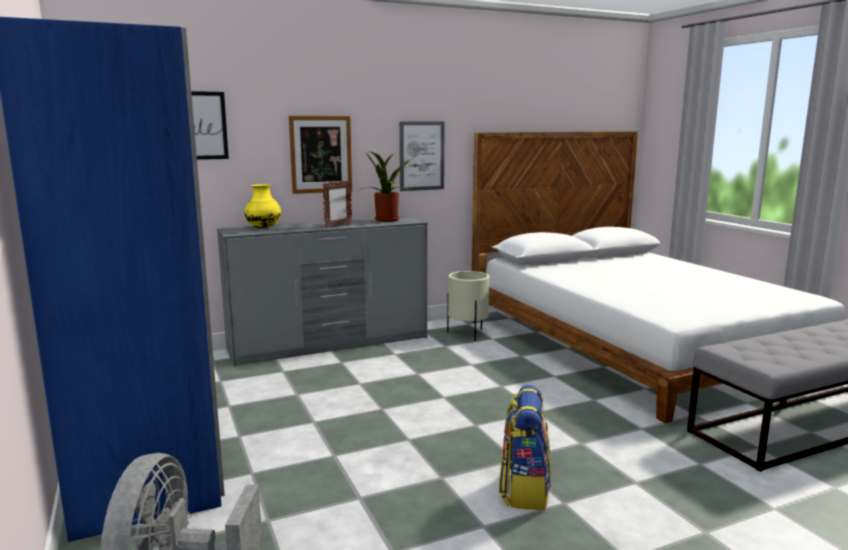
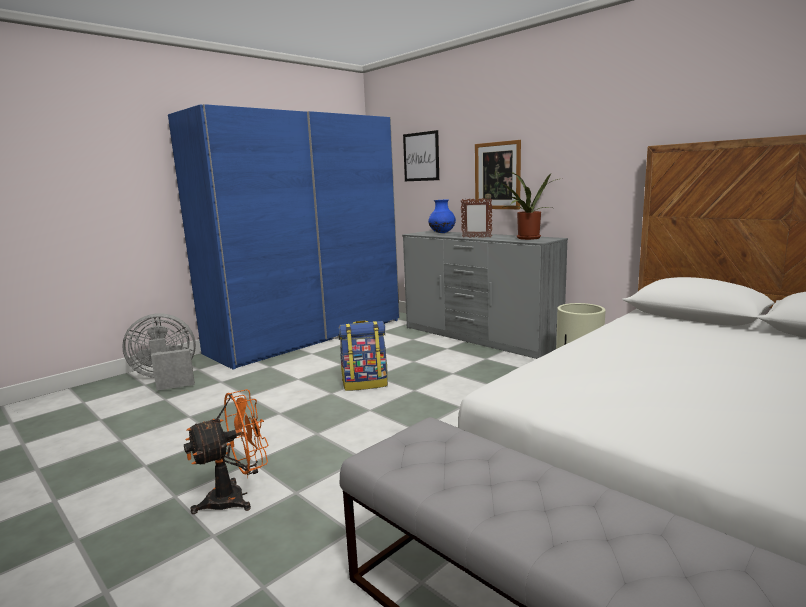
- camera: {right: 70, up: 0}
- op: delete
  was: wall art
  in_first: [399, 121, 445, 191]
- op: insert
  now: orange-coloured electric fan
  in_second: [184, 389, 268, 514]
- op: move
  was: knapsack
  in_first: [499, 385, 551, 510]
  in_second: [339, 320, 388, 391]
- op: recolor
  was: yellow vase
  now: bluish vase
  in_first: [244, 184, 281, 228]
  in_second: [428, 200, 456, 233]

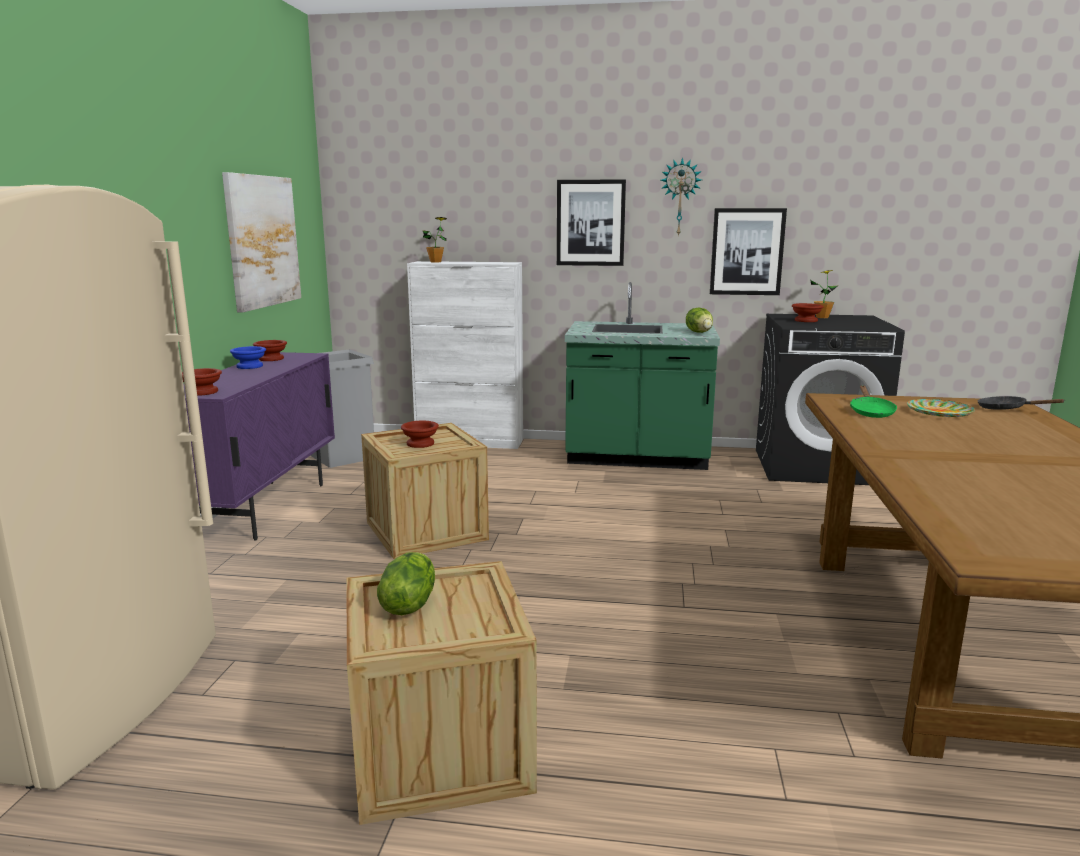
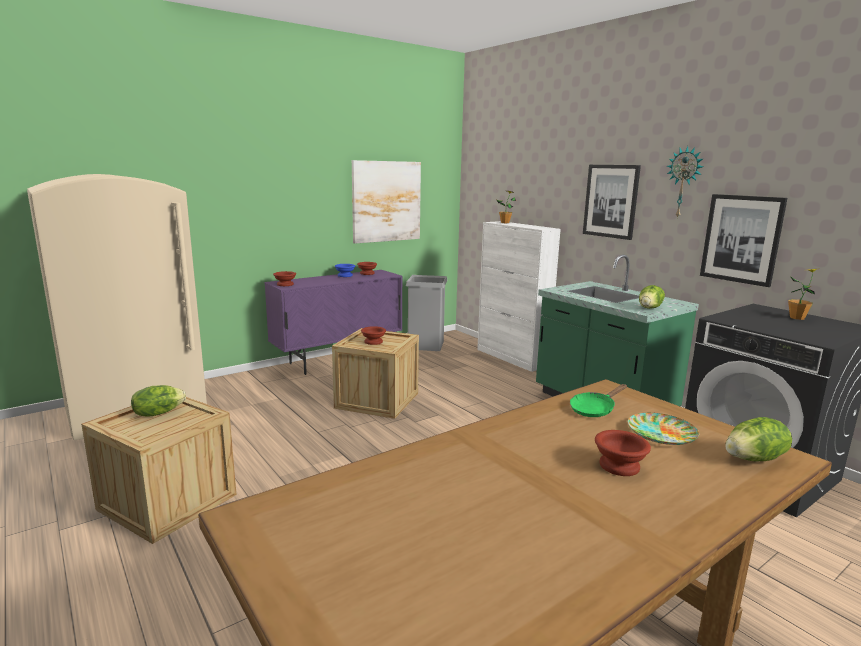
- camera: {right: 45, up: 0}
- op: move
  was: brownish serving bowl
  in_first: [792, 303, 824, 322]
  in_second: [595, 430, 651, 476]
- op: replace
  was: blackish skillet
  now: lettuce
  in_first: [978, 396, 1065, 410]
  in_second: [725, 417, 792, 462]

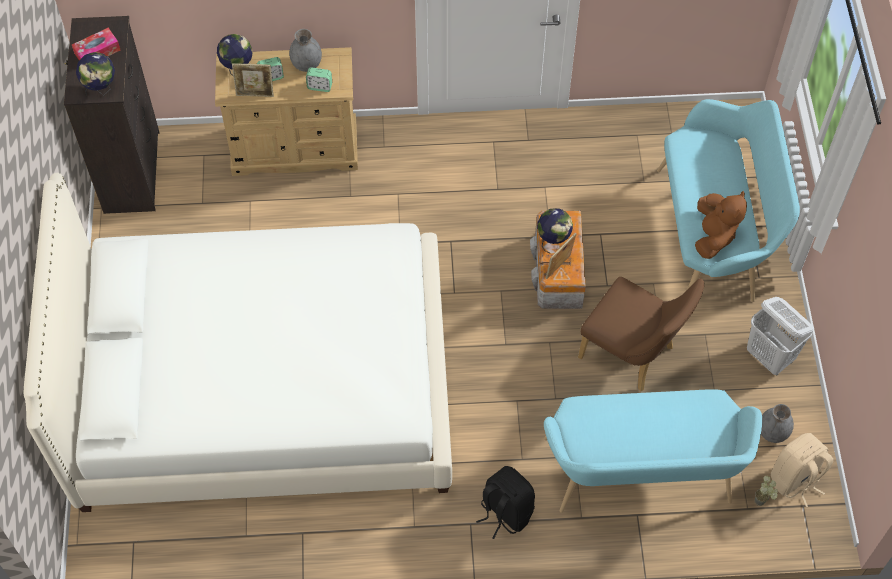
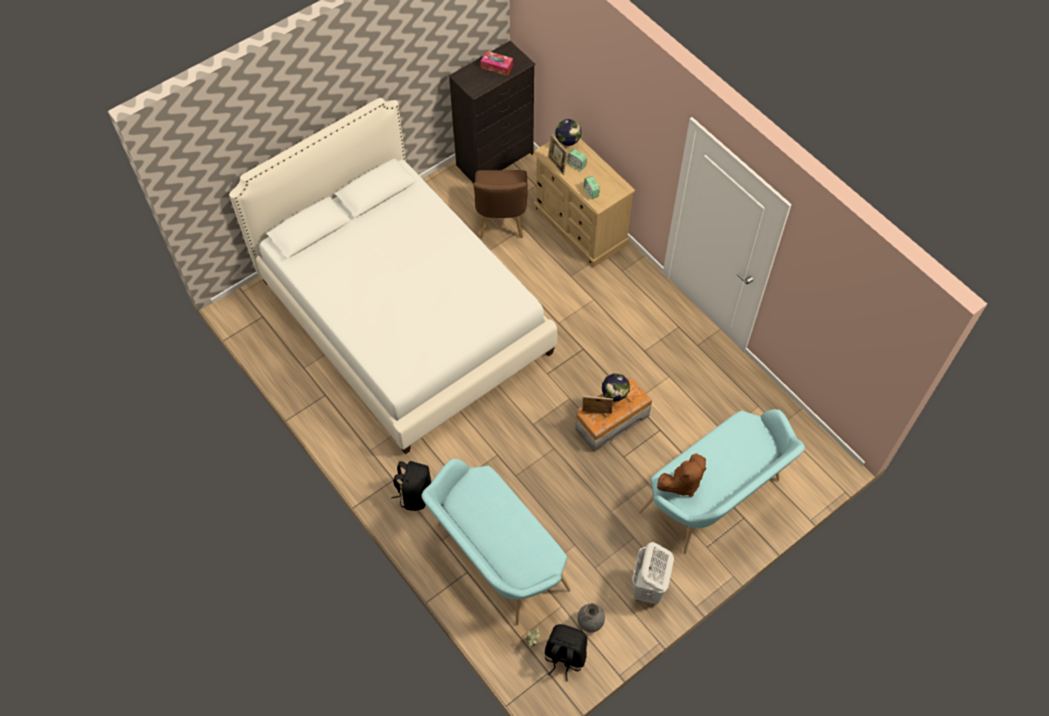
- camera: {right: 55, up: 0}
- op: delete
  was: world globe
  in_first: [76, 52, 115, 96]
- op: delete
  was: greyish vase
  in_first: [289, 29, 322, 72]
- op: move
  was: brownish upright chair
  in_first: [578, 277, 704, 392]
  in_second: [473, 170, 527, 238]
- op: recolor
  was: beige knapsack
  now: blackish knapsack
  in_first: [771, 433, 833, 507]
  in_second: [545, 624, 587, 682]

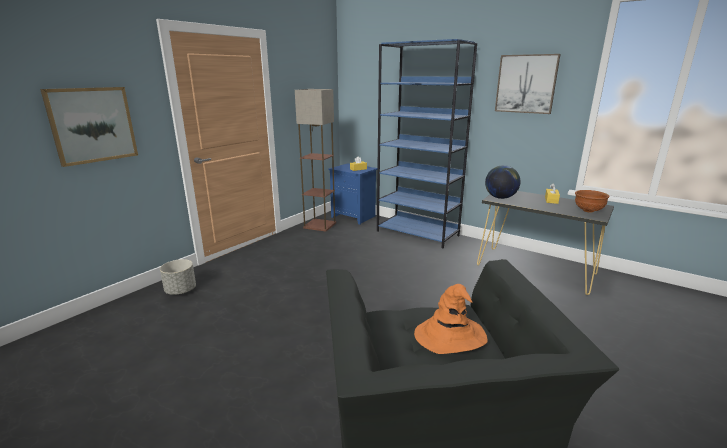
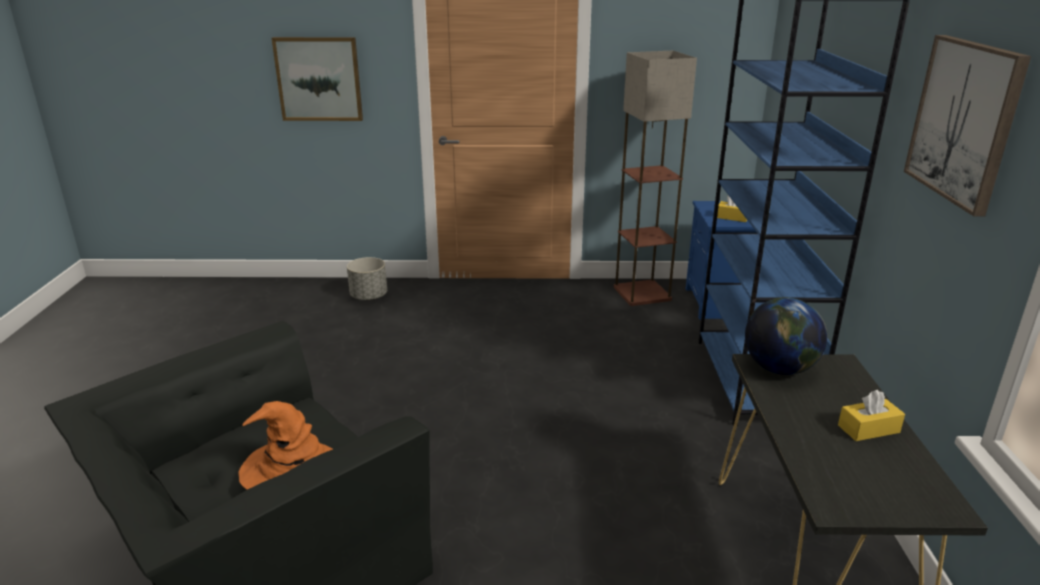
- camera: {right: 55, up: 5}
- op: delete
  was: brownish serving bowl
  in_first: [575, 190, 610, 213]

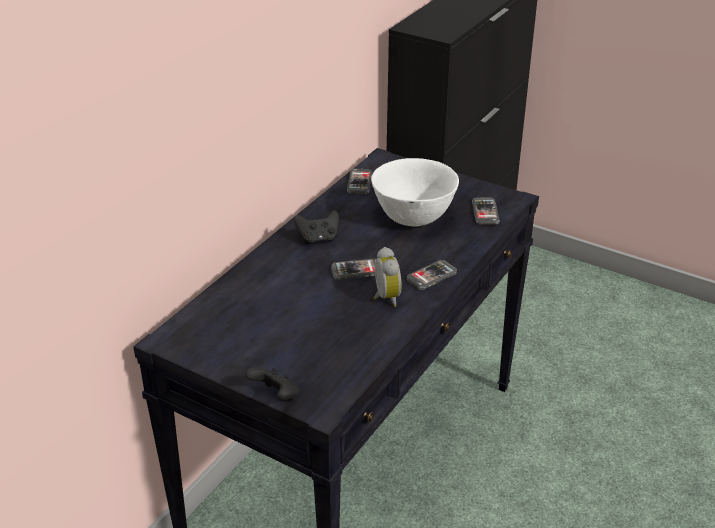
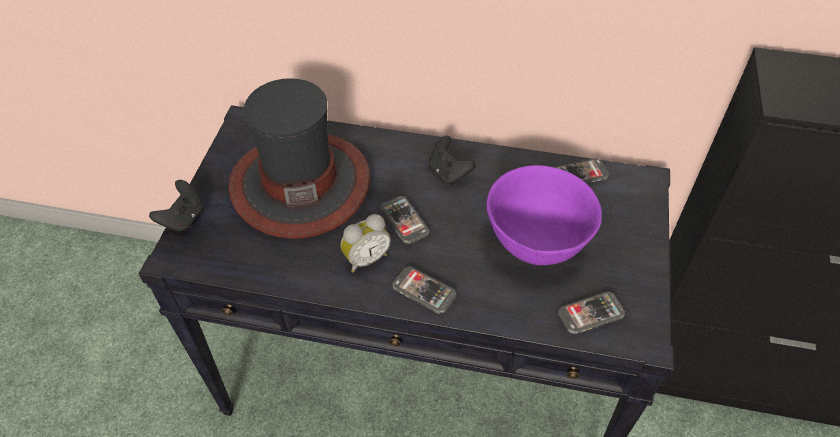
- camera: {right: 70, up: 15}
- op: insert
  now: wearable hat
  in_second: [228, 78, 370, 239]
- op: recolor
  was: white-coloured serving bowl
  now: purplish serving bowl
  in_first: [371, 158, 459, 226]
  in_second: [486, 165, 602, 265]

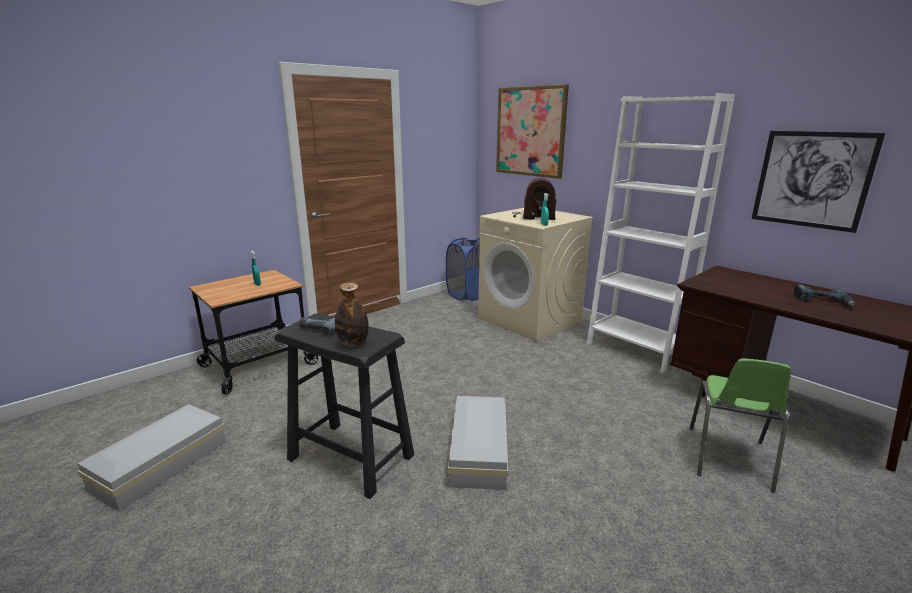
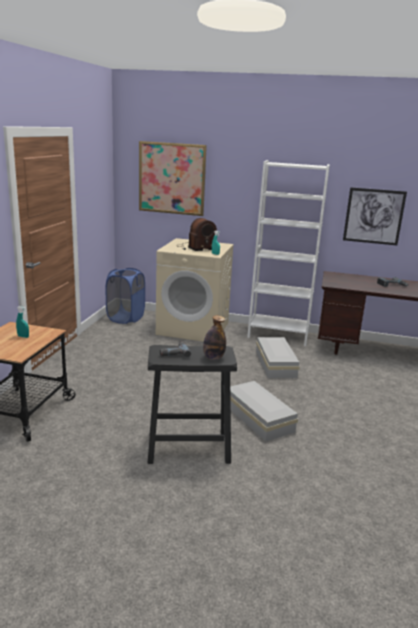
- camera: {right: -35, up: 0}
- op: delete
  was: greenish upright chair
  in_first: [689, 358, 792, 492]
- op: move
  was: white-coloured storage container
  in_first: [77, 404, 226, 511]
  in_second: [256, 337, 300, 378]

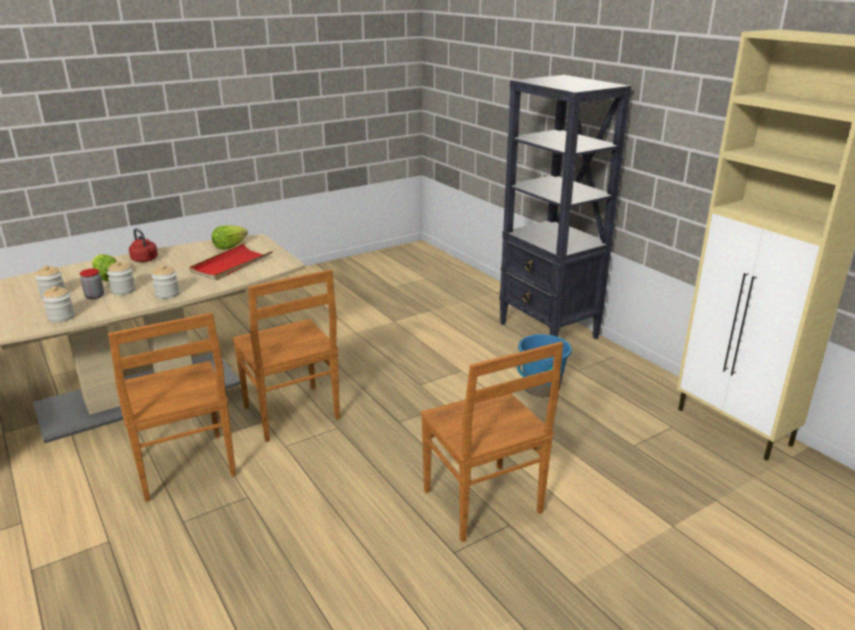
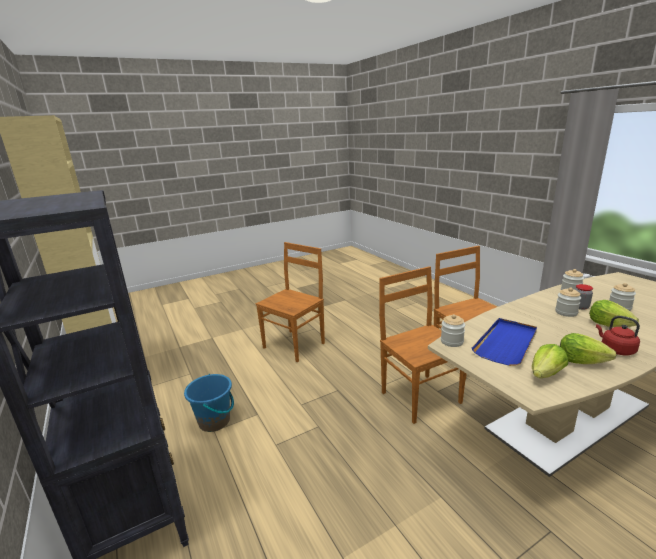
- camera: {right: -175, up: -5}
- op: insert
  now: lettuce
  in_second: [560, 333, 616, 364]
- op: move
  was: storage jar
  in_first: [152, 265, 180, 299]
  in_second: [441, 314, 465, 347]
- op: recolor
  was: red-coloured serving tray
  now: bluish serving tray
  in_first: [189, 243, 273, 280]
  in_second: [472, 318, 537, 366]
- op: rotate
  was: brownish upright chair
  in_first: [420, 342, 563, 542]
  in_second: [256, 242, 325, 362]
  clockwise: 60

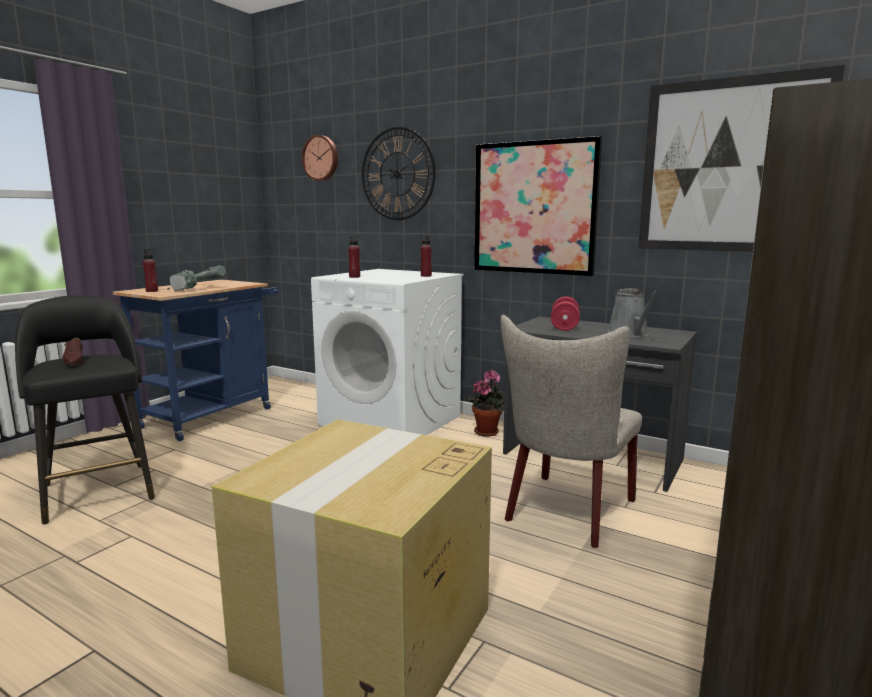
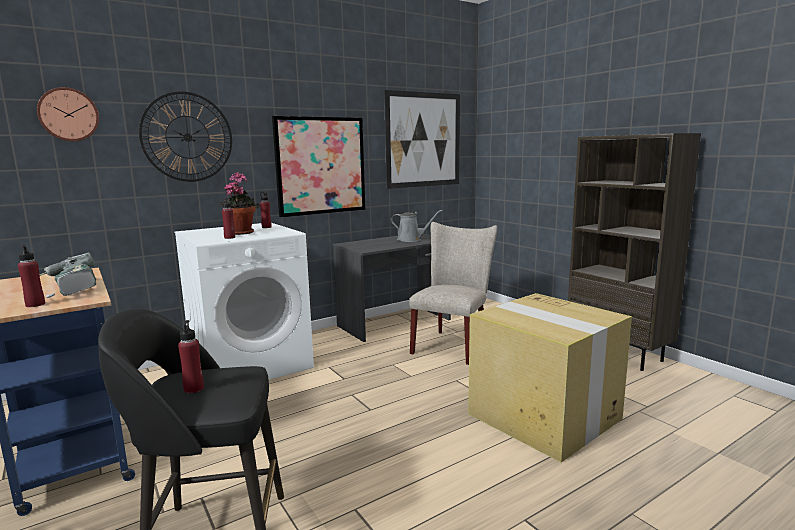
- camera: {right: -65, up: 0}
- op: delete
  was: red-coloured dumbbell
  in_first: [551, 296, 580, 331]
- op: move
  was: potted plant
  in_first: [467, 370, 505, 437]
  in_second: [220, 172, 259, 235]
- op: replace
  was: brownish low shoe
  now: red-coloured bottle
  in_first: [62, 338, 83, 365]
  in_second: [178, 320, 204, 393]
- op: rotate
  was: beige upright chair
  in_first: [501, 315, 642, 548]
  in_second: [409, 222, 497, 365]
  clockwise: -120

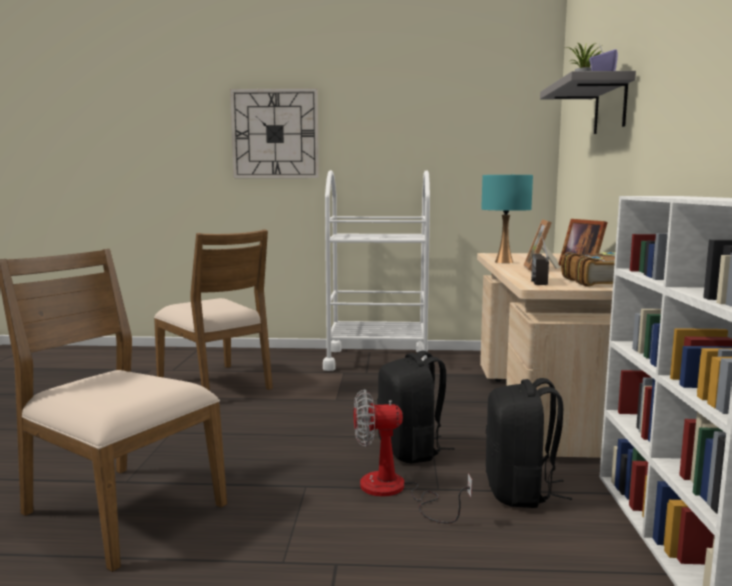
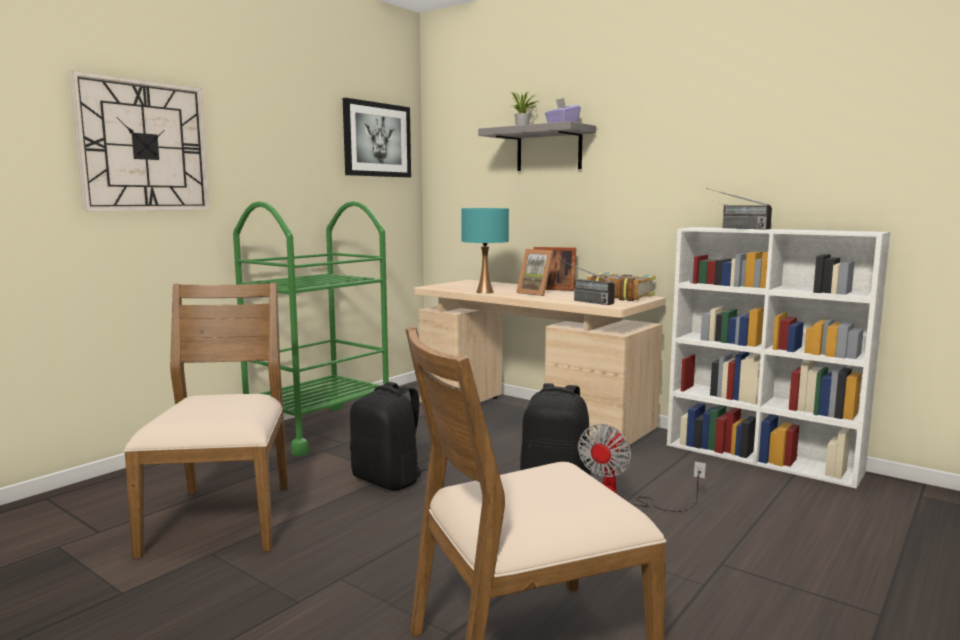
- camera: {right: -55, up: 0}
- op: insert
  now: wall art
  in_second: [343, 98, 411, 177]
- op: insert
  now: radio
  in_second: [706, 188, 772, 229]
- op: move
  was: blackish knapsack
  in_first: [486, 378, 572, 508]
  in_second: [350, 382, 427, 491]
- op: recolor
  was: white-coloured wheeled cart
  now: greenish wheeled cart
  in_first: [323, 170, 430, 371]
  in_second: [233, 201, 389, 456]
- op: rotate
  was: brownish upright chair
  in_first: [154, 229, 273, 391]
  in_second: [124, 283, 288, 559]
  clockwise: -90

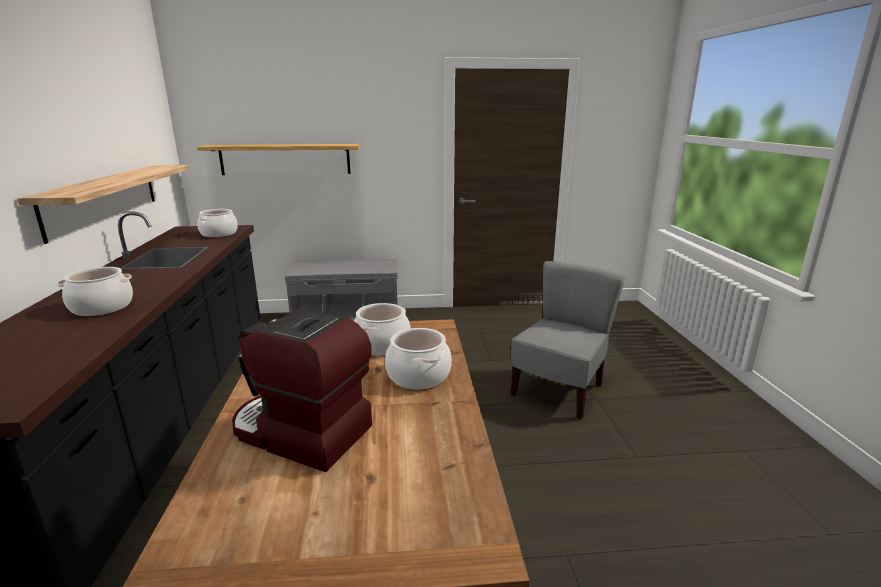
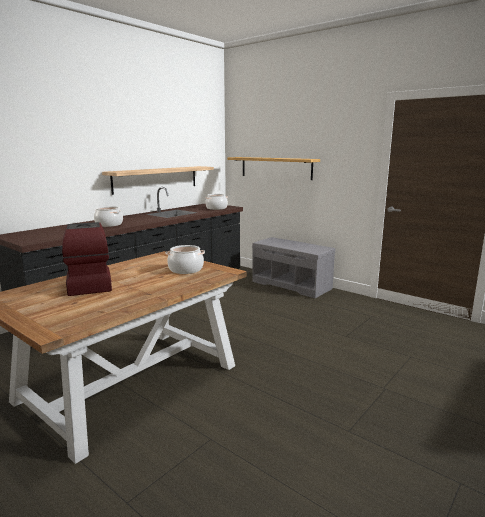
- camera: {right: 45, up: -5}
- op: delete
  was: stockpot
  in_first: [385, 328, 452, 389]
- op: delete
  was: greyish upright chair
  in_first: [511, 261, 626, 420]

